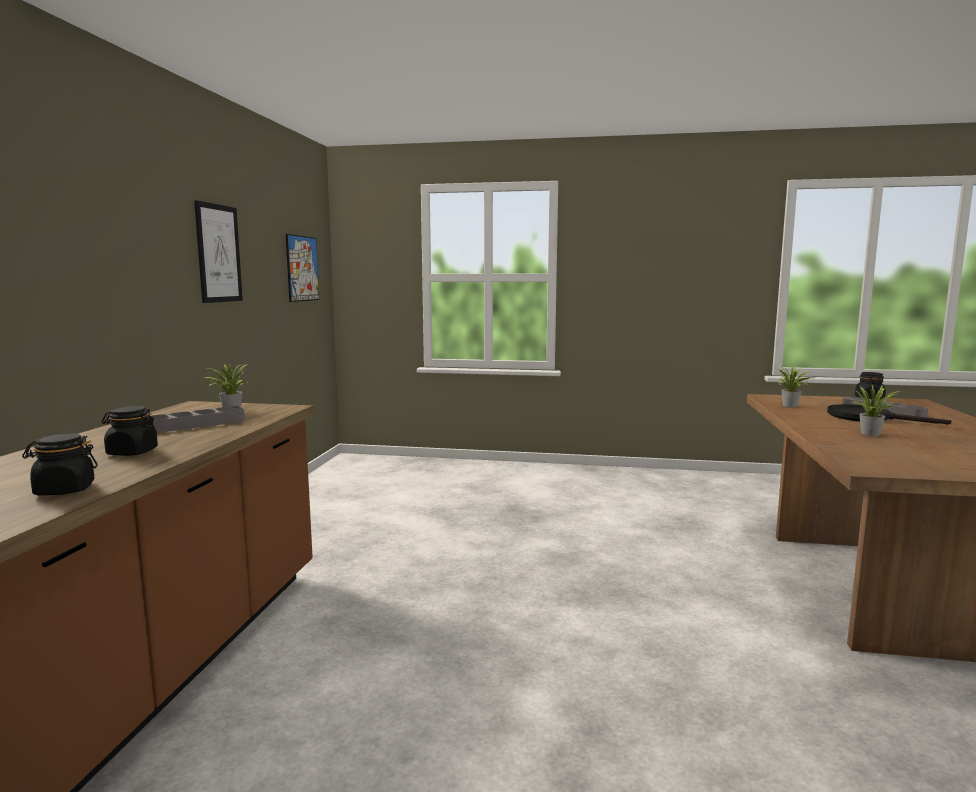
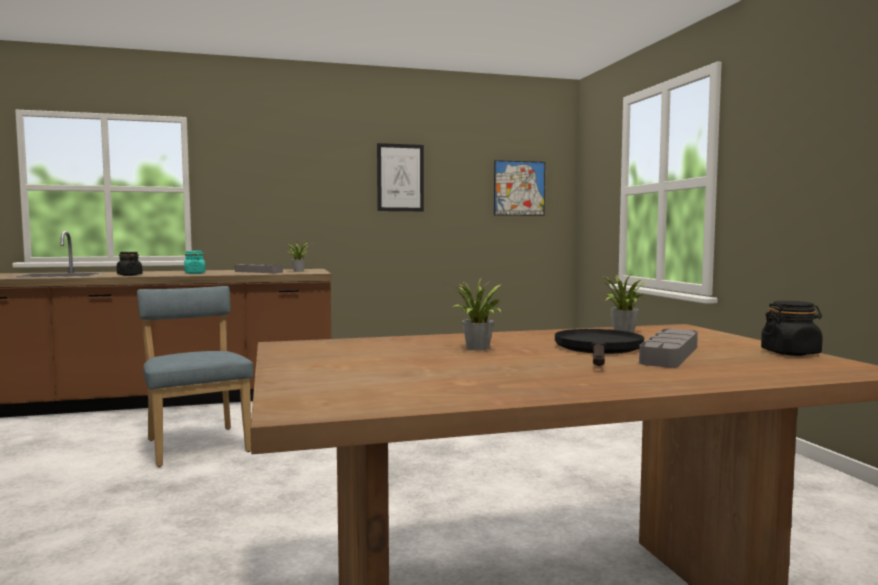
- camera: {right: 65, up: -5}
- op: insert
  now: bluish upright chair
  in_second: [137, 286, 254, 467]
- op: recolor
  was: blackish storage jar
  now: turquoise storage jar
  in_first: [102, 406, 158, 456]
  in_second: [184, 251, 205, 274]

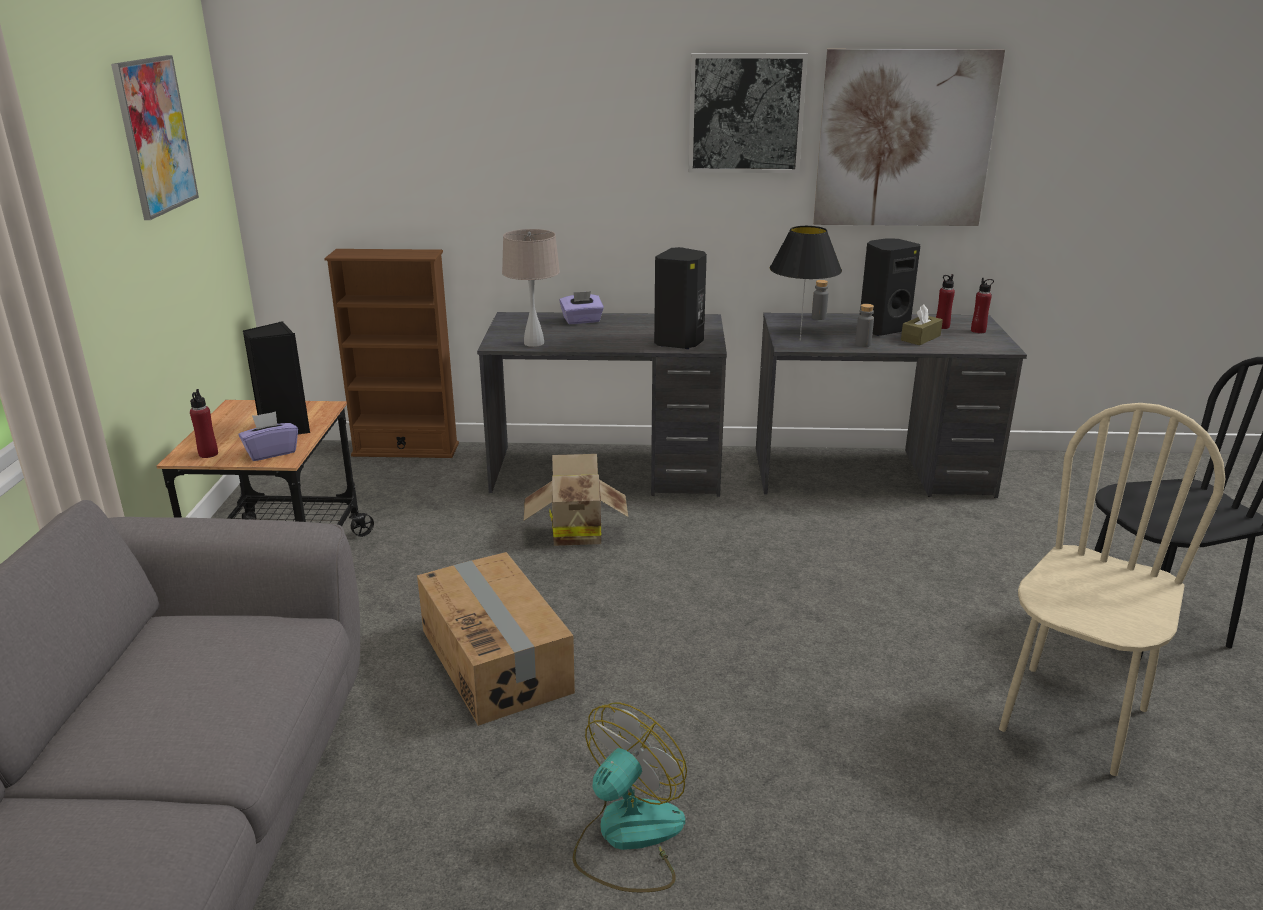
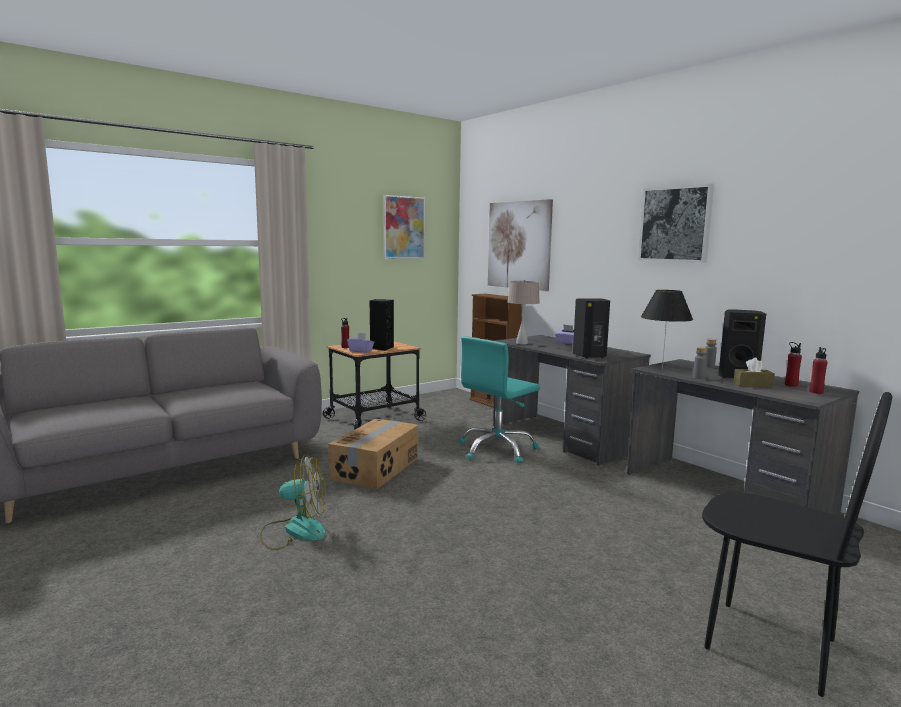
- camera: {right: 50, up: -15}
- op: delete
  was: beige upright chair
  in_first: [999, 403, 1225, 776]
- op: move
  was: wall art
  in_first: [813, 49, 1005, 226]
  in_second: [488, 199, 553, 291]
- op: replace
  was: carton
  now: turquoise computer chair
  in_first: [524, 454, 628, 546]
  in_second: [459, 336, 540, 463]

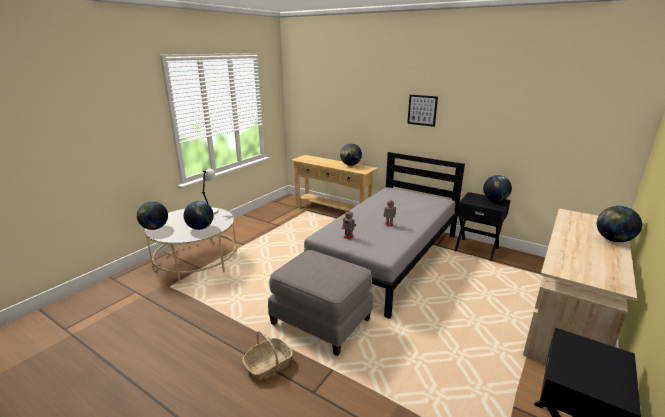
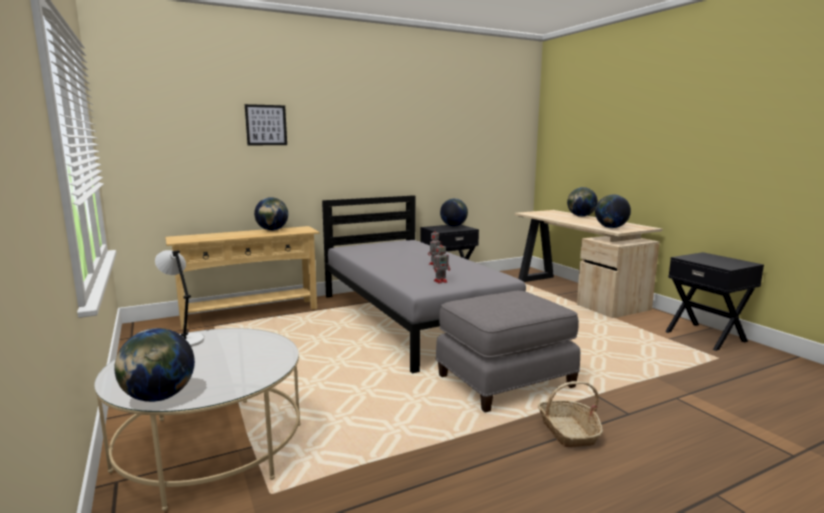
- camera: {right: -60, up: -10}
- op: move
  was: world globe
  in_first: [184, 201, 214, 230]
  in_second: [595, 194, 631, 228]
- op: move
  was: wall art
  in_first: [407, 95, 438, 127]
  in_second: [245, 104, 287, 145]

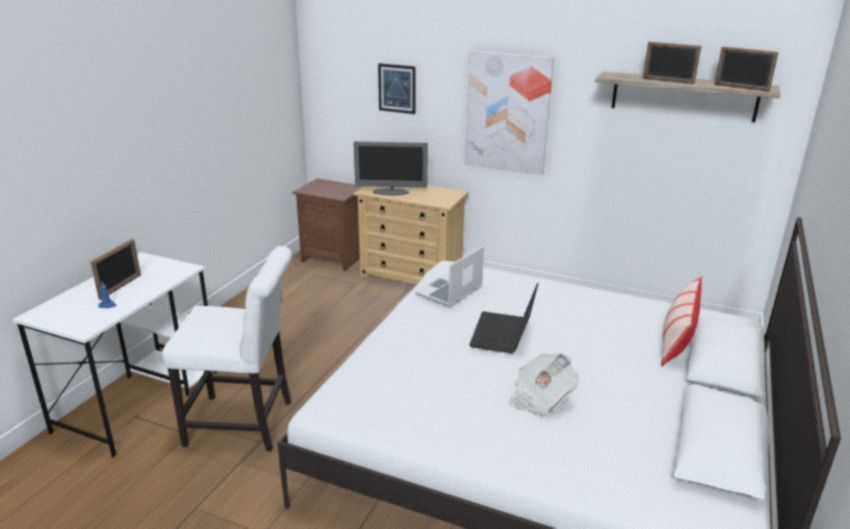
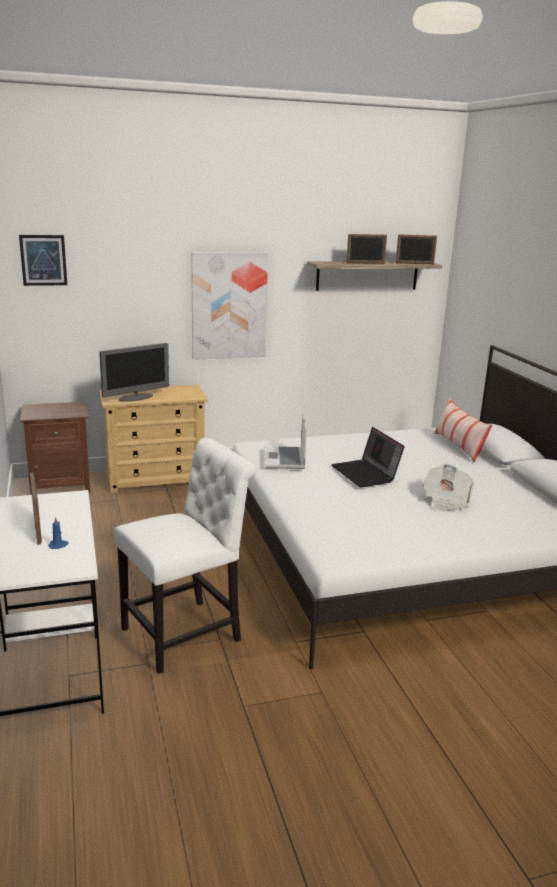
- camera: {right: -40, up: -5}
- op: move
  was: wall art
  in_first: [378, 63, 416, 114]
  in_second: [19, 235, 67, 286]

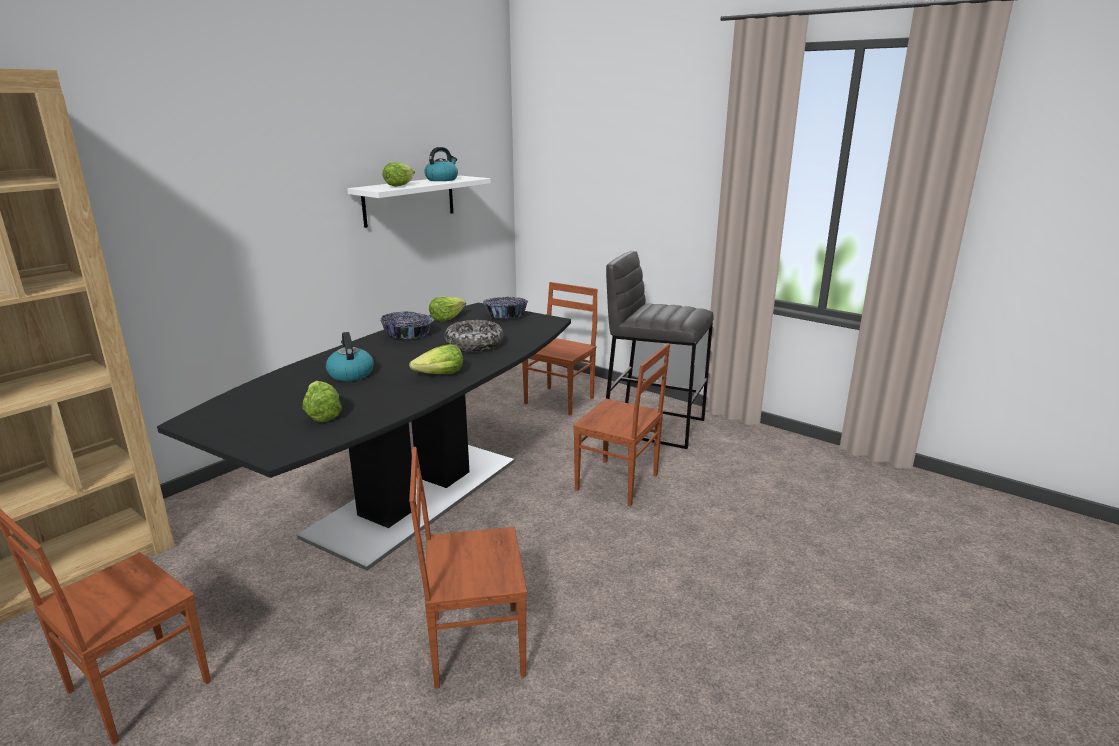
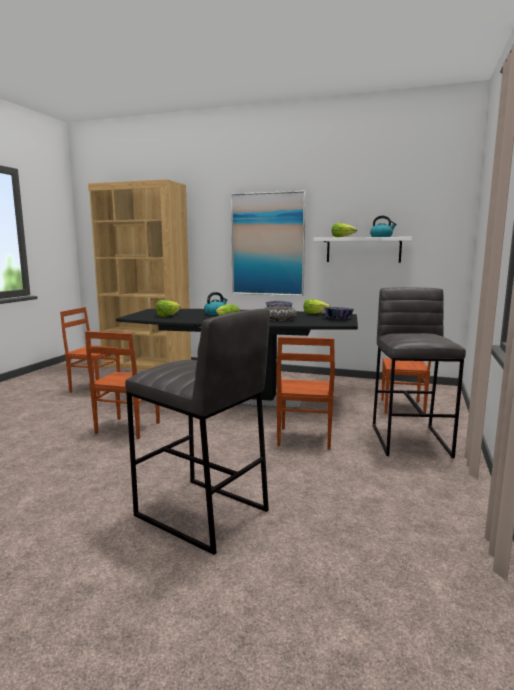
- camera: {right: 70, up: -10}
- op: insert
  now: greyish stool
  in_second: [125, 309, 270, 555]
- op: insert
  now: wall art
  in_second: [231, 191, 306, 296]
- op: rotate
  was: brownish upright chair
  in_first: [409, 447, 527, 689]
  in_second: [85, 331, 160, 439]
  clockwise: -135

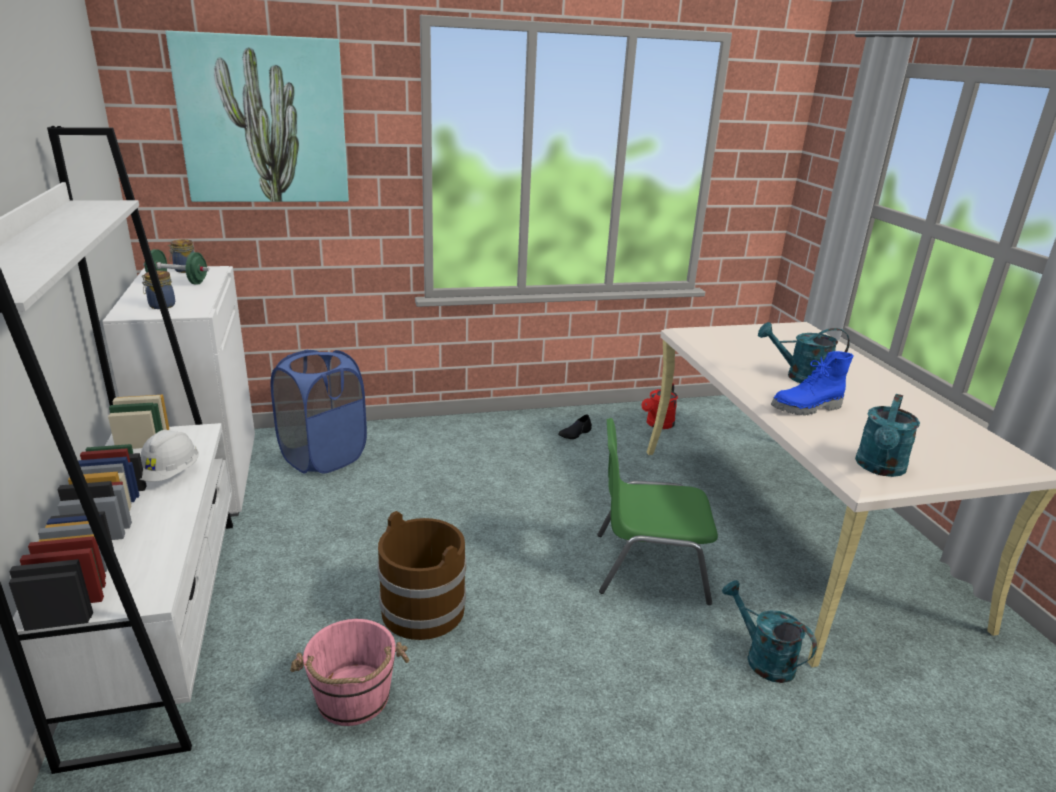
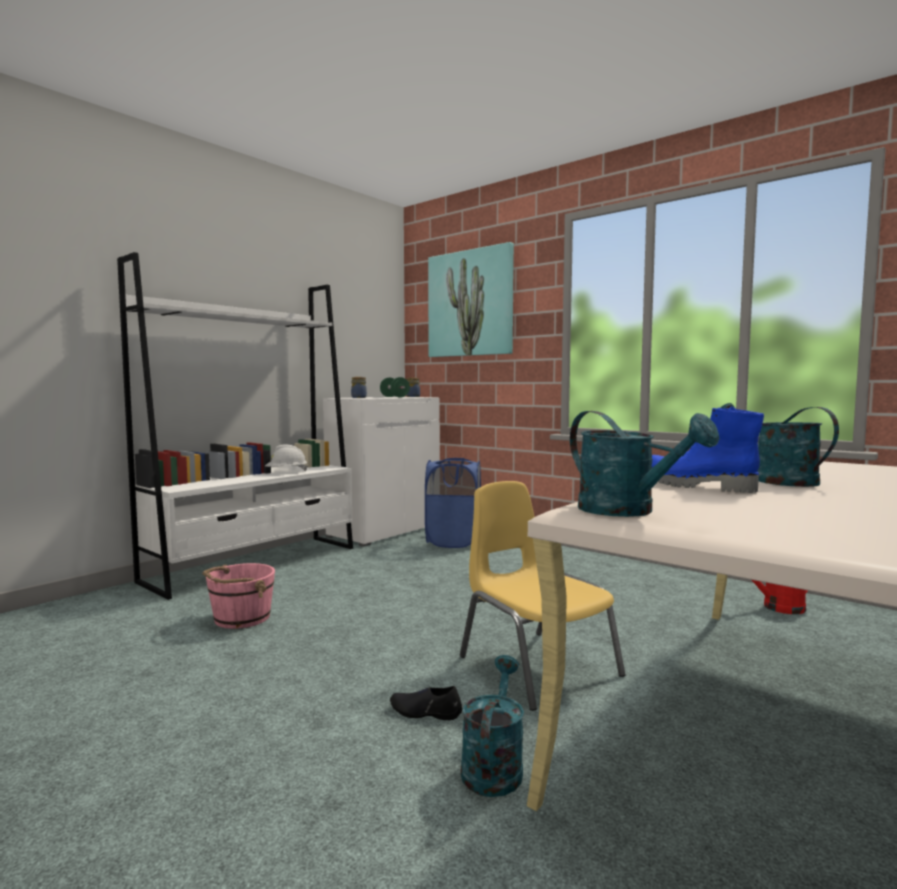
- camera: {right: 55, up: -20}
- op: delete
  was: brownish pail
  in_first: [377, 511, 466, 640]
- op: move
  was: blackish low shoe
  in_first: [558, 414, 592, 439]
  in_second: [390, 686, 462, 720]
- op: recolor
  was: greenish upright chair
  now: yellow upright chair
  in_first: [597, 418, 718, 605]
  in_second: [460, 481, 625, 711]
- op: rotate
  was: turquoise watering can
  in_first: [855, 394, 920, 477]
  in_second: [570, 411, 720, 517]
  clockwise: -120

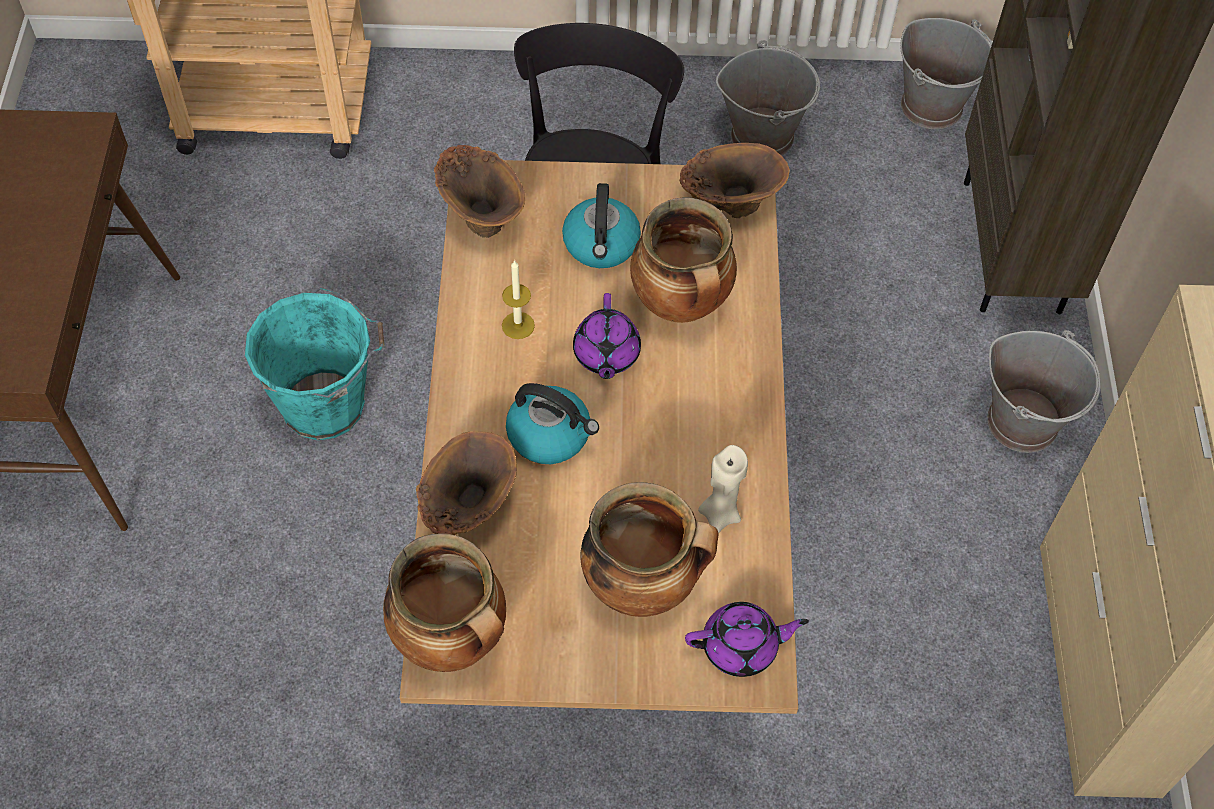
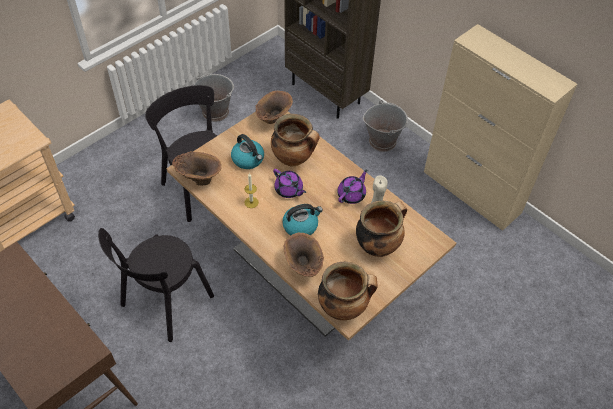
- camera: {right: -45, up: -5}
- op: delete
  was: greyish pail
  in_first: [900, 18, 993, 129]
- op: move
  was: purplish teapot
  in_first: [685, 602, 809, 677]
  in_second: [337, 170, 367, 204]
- op: replace
  was: turquoise pail
  now: blackish upright chair
  in_first: [245, 288, 385, 440]
  in_second: [98, 228, 214, 342]

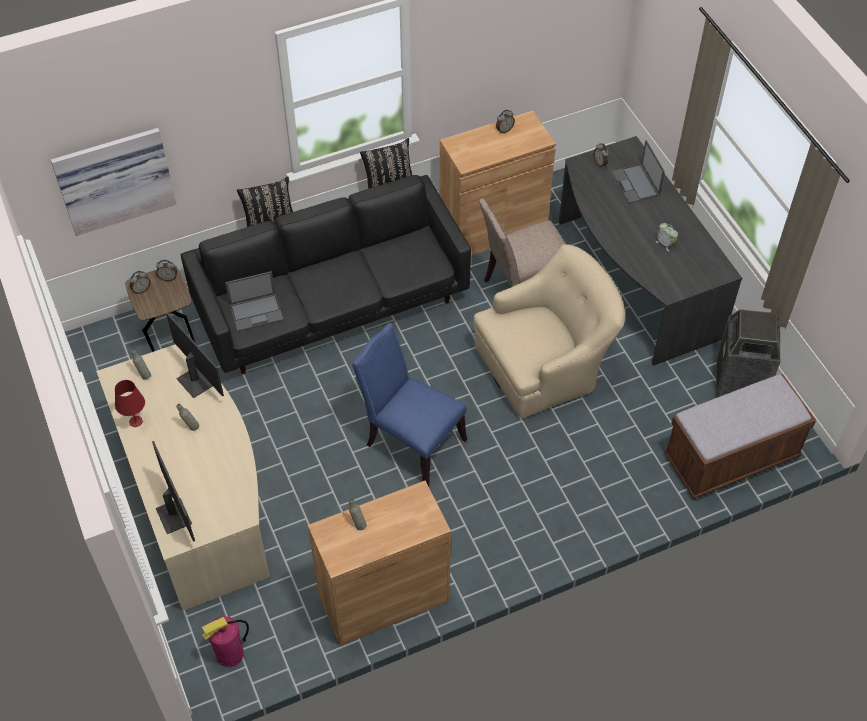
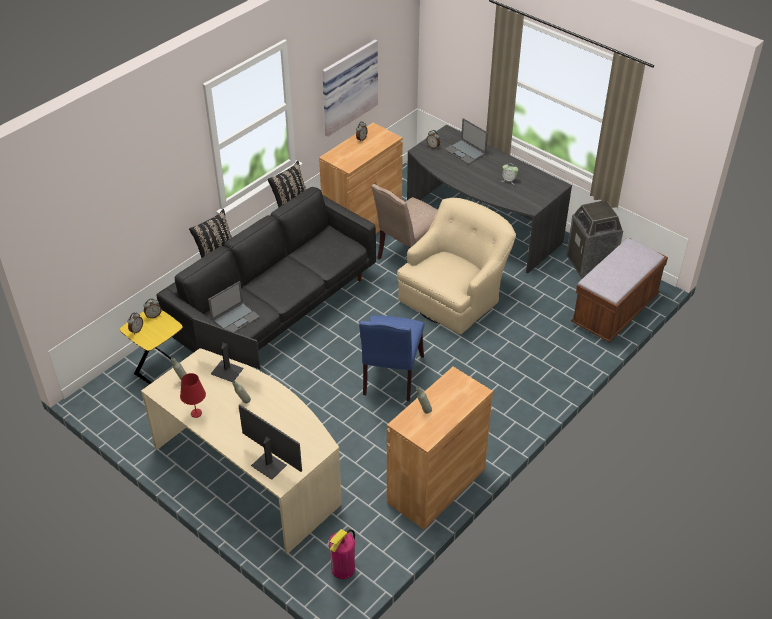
- camera: {right: -25, up: -10}
- op: move
  was: wall art
  in_first: [51, 128, 177, 236]
  in_second: [322, 40, 378, 137]
- op: recolor
  was: brownish accent table
  now: yellow accent table
  in_first: [125, 266, 195, 352]
  in_second: [120, 310, 183, 384]
- op: rotate
  was: bluish upright chair
  in_first: [352, 323, 467, 487]
  in_second: [359, 315, 424, 401]
  clockwise: -90

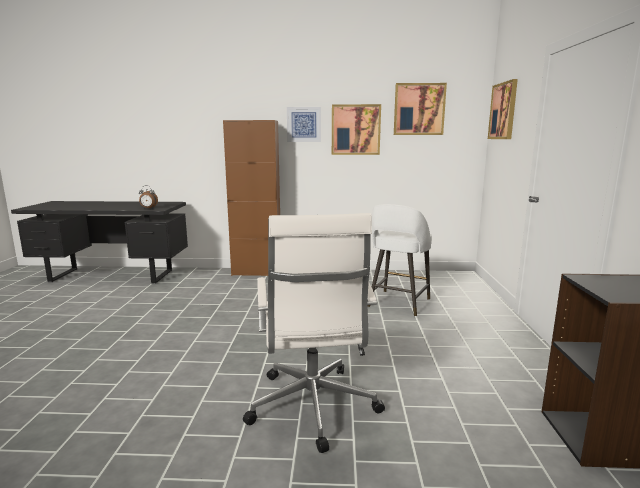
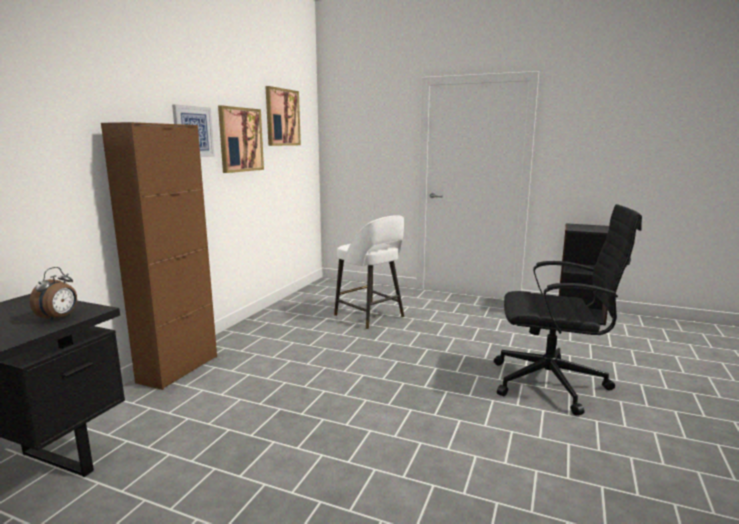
- camera: {right: -70, up: 0}
- op: delete
  was: wall art
  in_first: [488, 79, 518, 139]
- op: recolor
  was: white-coloured computer chair
  now: blackish computer chair
  in_first: [243, 213, 385, 453]
  in_second: [494, 204, 642, 416]

